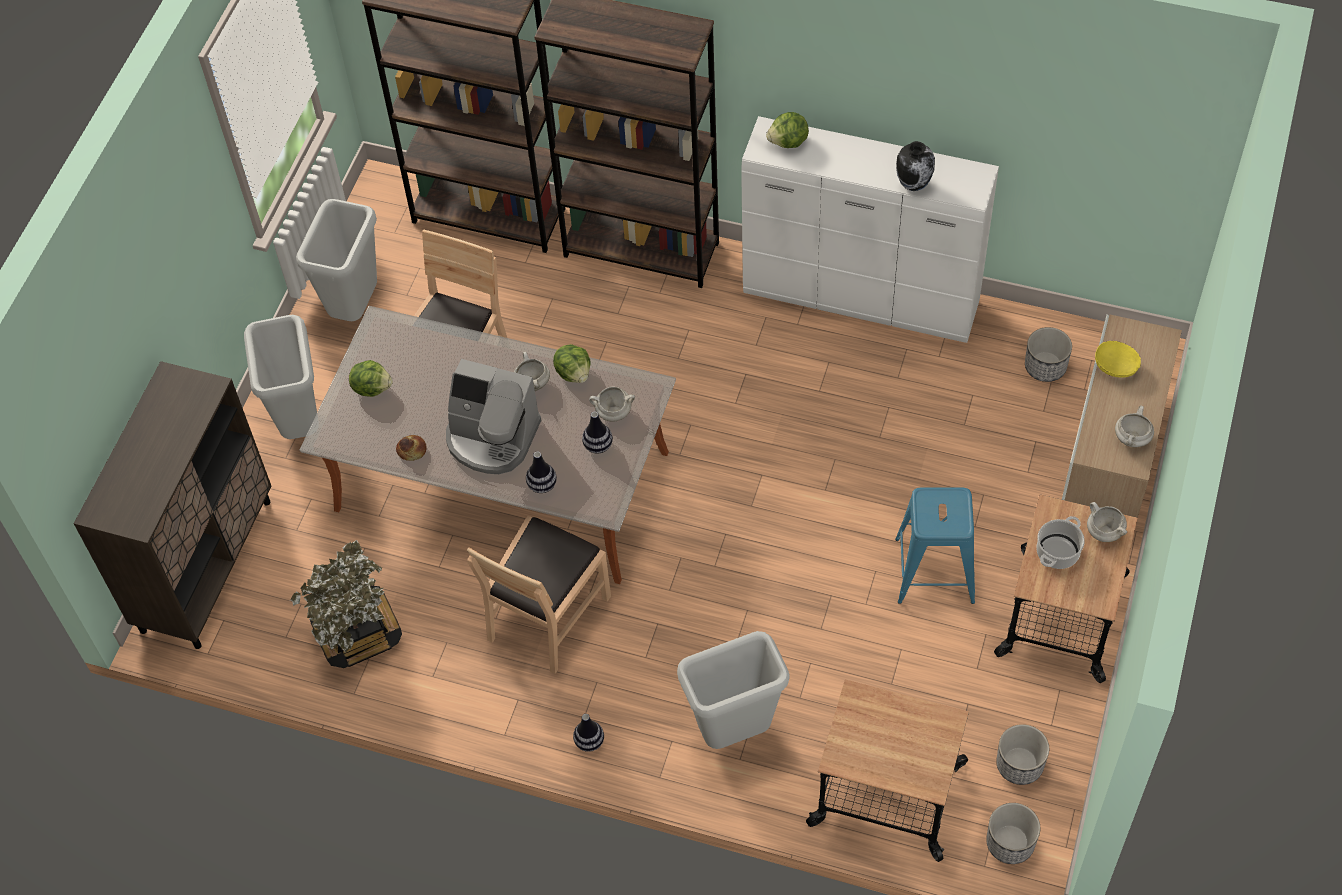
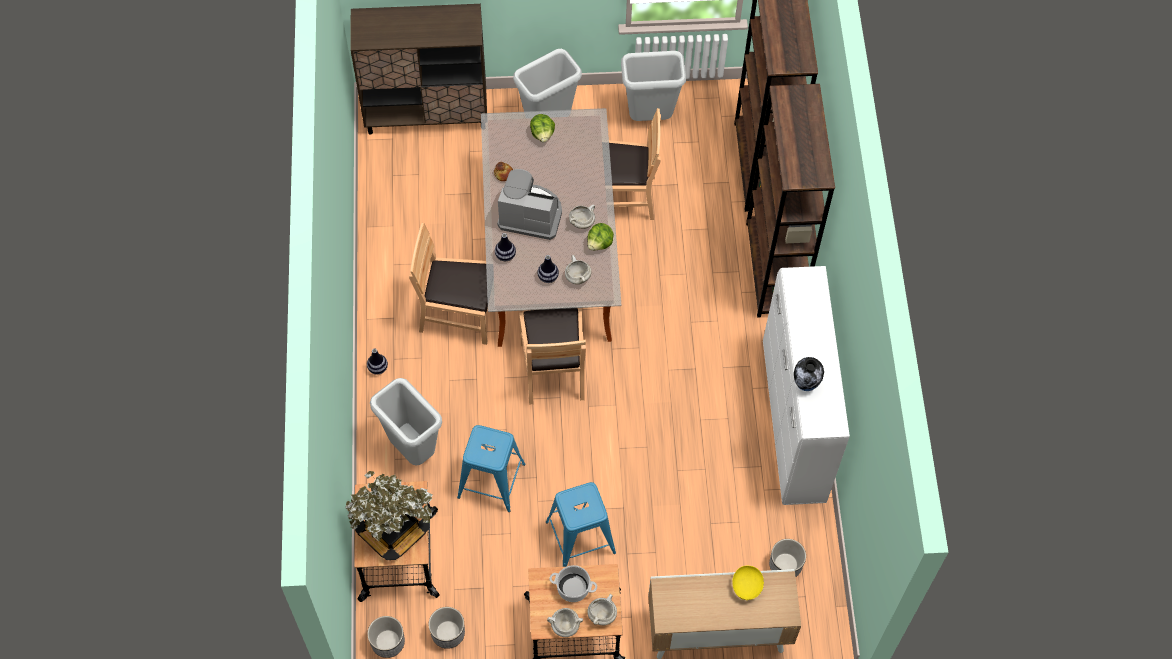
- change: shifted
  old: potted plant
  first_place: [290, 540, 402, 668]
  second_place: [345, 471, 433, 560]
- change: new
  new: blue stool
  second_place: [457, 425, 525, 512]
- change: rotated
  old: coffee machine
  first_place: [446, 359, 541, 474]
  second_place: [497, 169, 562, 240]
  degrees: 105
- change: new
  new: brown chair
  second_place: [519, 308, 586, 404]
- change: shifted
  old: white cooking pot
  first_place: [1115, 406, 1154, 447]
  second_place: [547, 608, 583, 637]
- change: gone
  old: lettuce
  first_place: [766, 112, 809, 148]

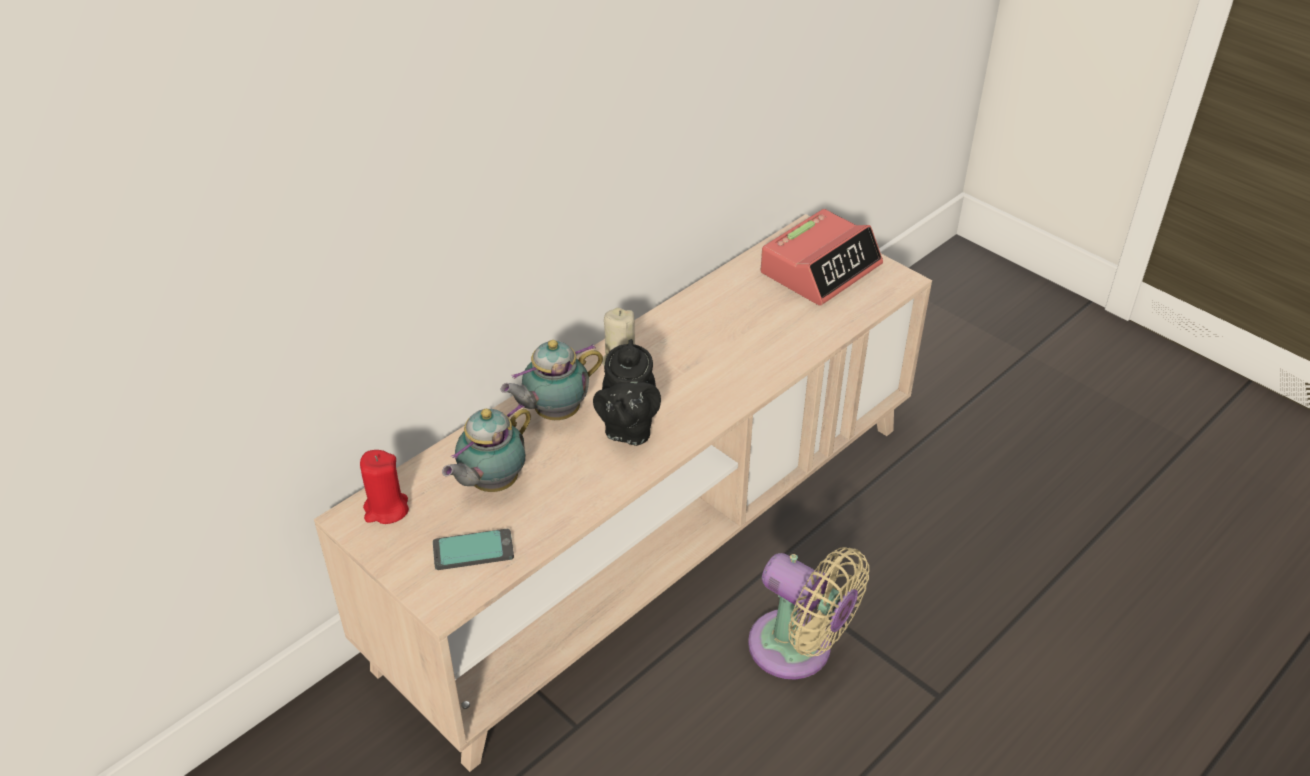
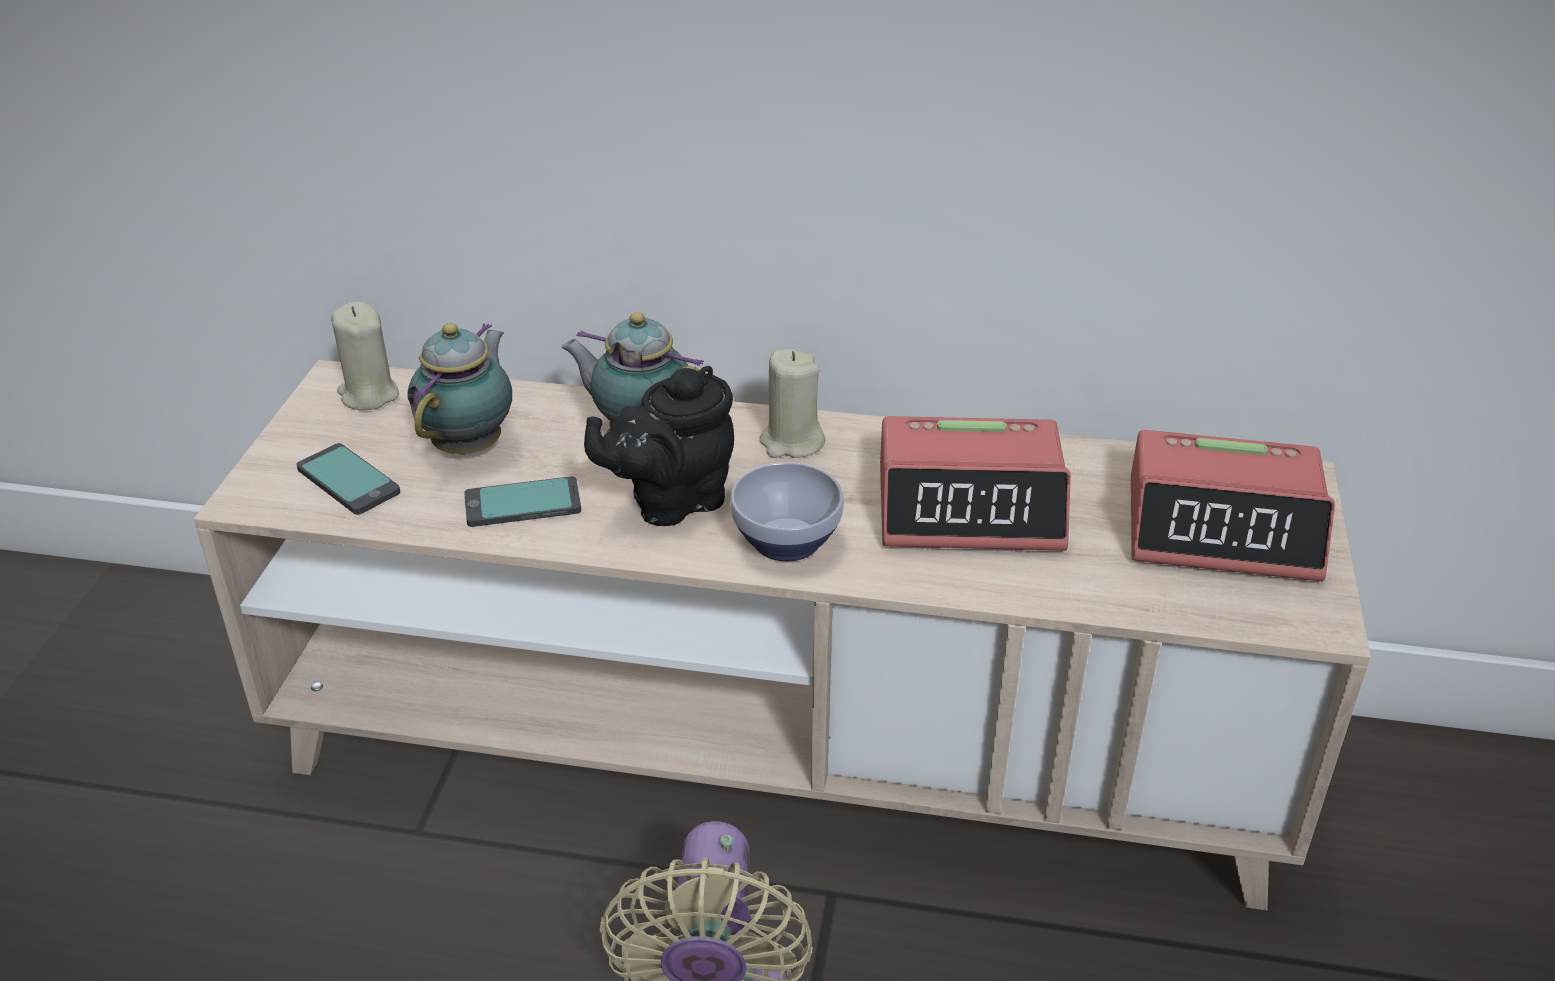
- change: repainted
  old: red candle
  new: beige candle
  first_place: [360, 450, 409, 524]
  second_place: [331, 302, 399, 410]
- change: rotated
  old: teapot
  first_place: [442, 404, 531, 492]
  second_place: [408, 323, 512, 455]
  degrees: 105
- change: new
  new: phone
  second_place: [464, 476, 581, 527]
- change: new
  new: bowl
  second_place: [730, 462, 844, 561]
- change: new
  new: alarm clock
  second_place: [880, 416, 1071, 551]

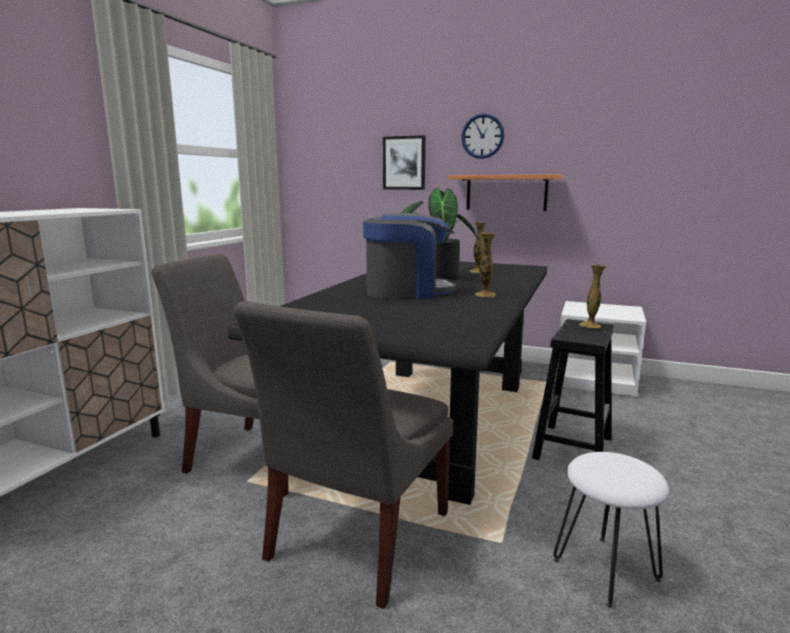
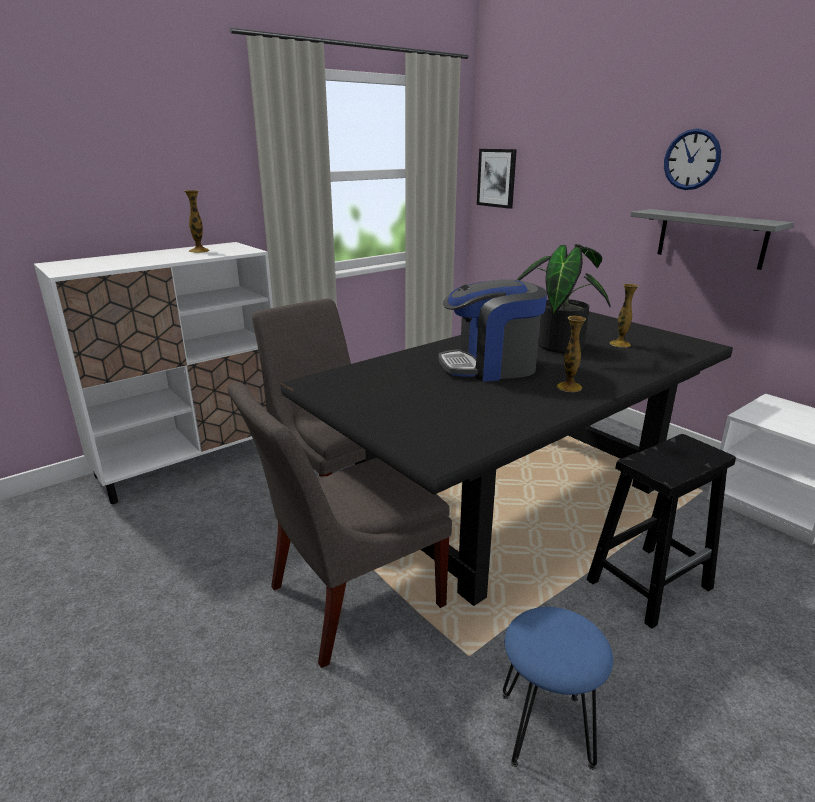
- change: shifted
  old: vase
  first_place: [579, 264, 606, 328]
  second_place: [185, 190, 210, 253]
- change: rotated
  old: coffee machine
  first_place: [363, 213, 456, 300]
  second_place: [439, 279, 547, 382]
  degrees: 150
- change: shifted
  old: picture
  first_place: [383, 135, 426, 190]
  second_place: [477, 149, 517, 209]
- change: repainted
  old: white stool
  new: blue stool
  first_place: [553, 452, 669, 608]
  second_place: [502, 607, 613, 770]
- change: repainted
  old: orange shelf
  new: grey shelf
  first_place: [448, 175, 563, 211]
  second_place: [631, 209, 793, 270]

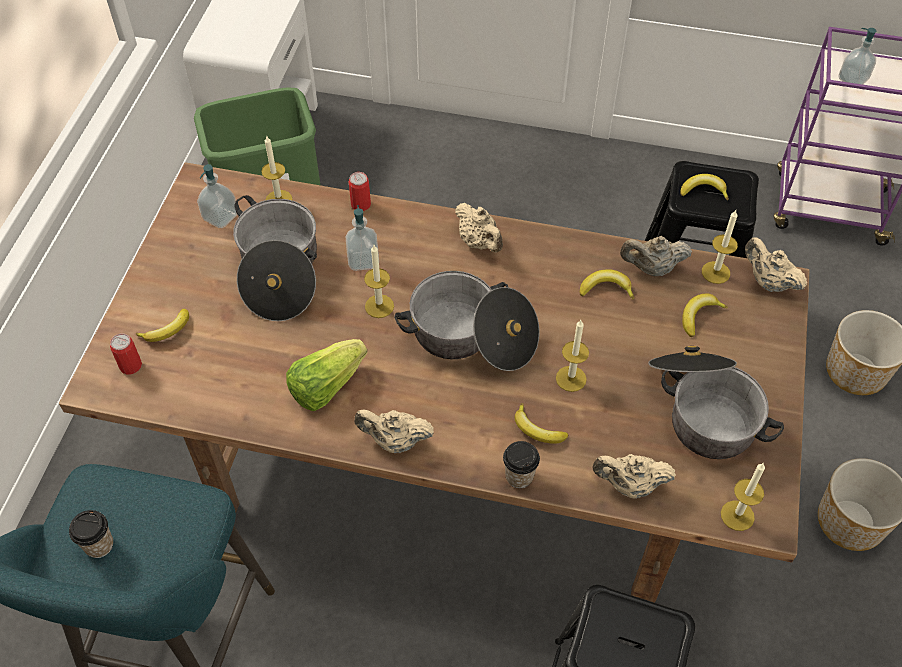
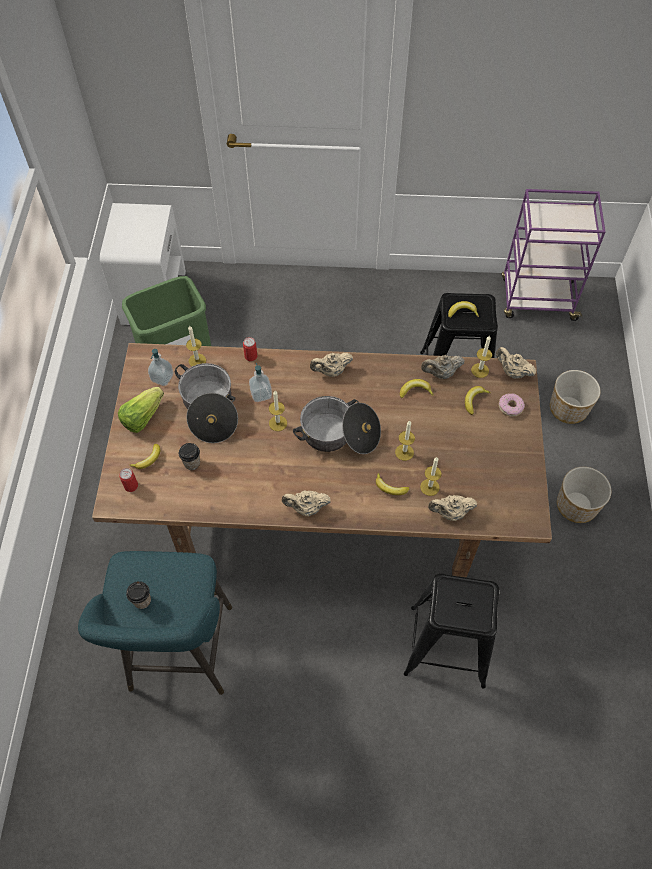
- change: shifted
  old: lettuce
  first_place: [286, 339, 368, 411]
  second_place: [118, 387, 164, 433]
- change: shifted
  old: cup
  first_place: [503, 441, 540, 488]
  second_place: [179, 443, 200, 470]
- change: rotated
  old: beige teapot
  first_place: [455, 203, 503, 252]
  second_place: [310, 353, 353, 377]
  degrees: 120
- change: shifted
  old: candle
  first_place: [721, 463, 765, 531]
  second_place: [420, 457, 441, 496]
- change: new
  new: donut
  second_place: [499, 394, 525, 417]
- change: gone
  old: cooking pot
  first_place: [648, 346, 784, 459]
- change: gone
  old: soap dispenser
  first_place: [838, 28, 876, 85]

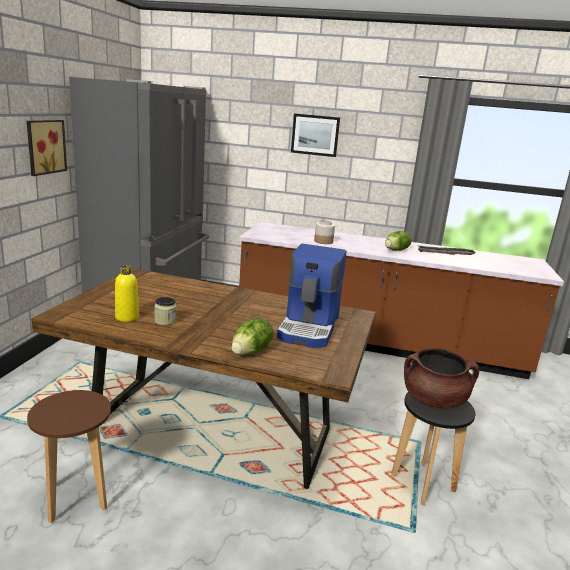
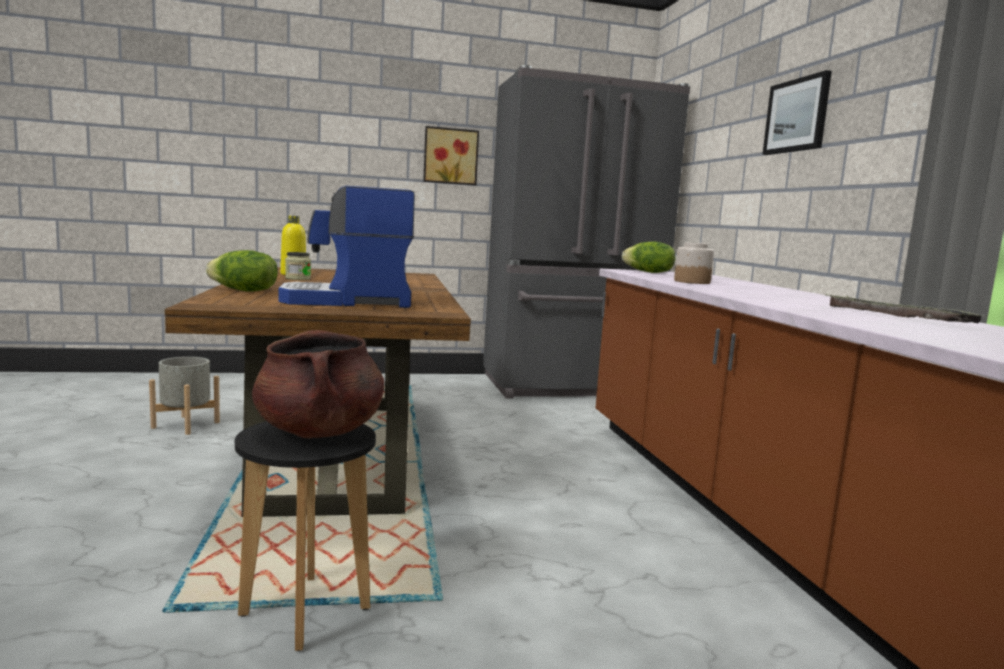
- change: swapped
  old: brown stool
  new: grey planter
  first_place: [27, 390, 111, 523]
  second_place: [149, 357, 220, 435]
- change: shifted
  old: lettuce
  first_place: [385, 231, 412, 251]
  second_place: [622, 242, 675, 273]

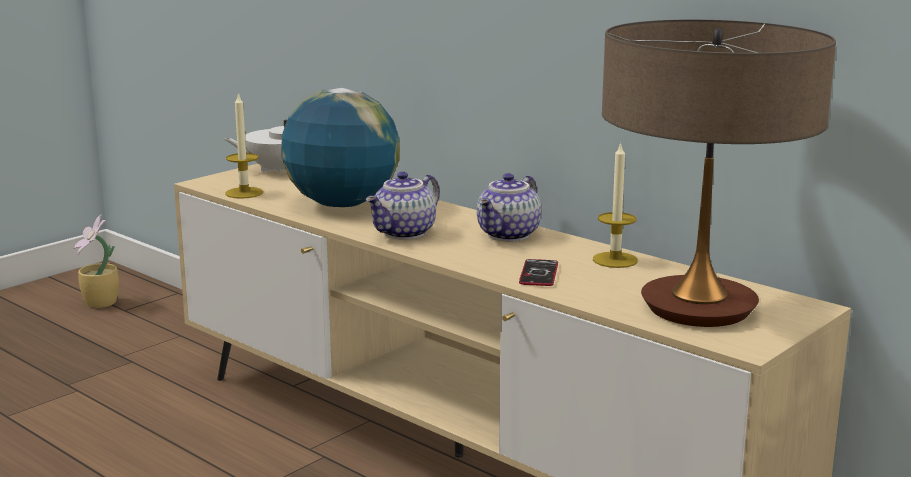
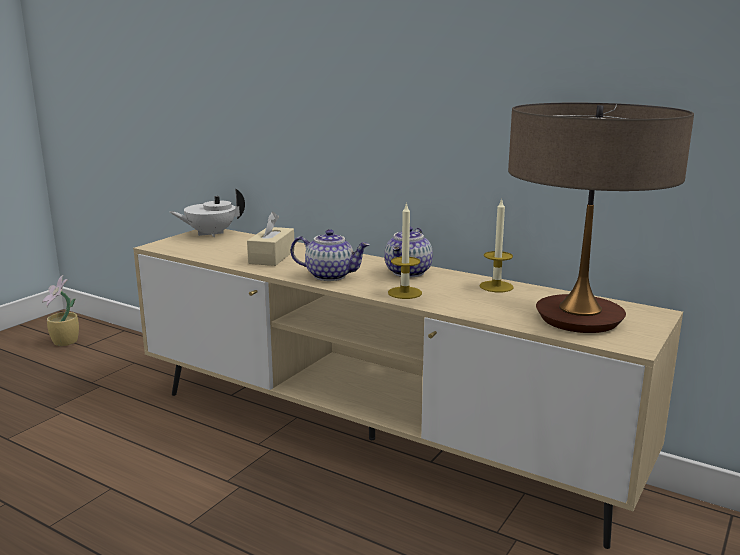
- change: swapped
  old: globe
  new: beige tissue box
  first_place: [282, 88, 400, 207]
  second_place: [247, 212, 295, 266]
- change: rotated
  old: teapot
  first_place: [366, 172, 440, 240]
  second_place: [291, 229, 370, 281]
  degrees: -105
- change: shifted
  old: candle
  first_place: [225, 92, 263, 199]
  second_place: [388, 202, 422, 299]
- change: gone
  old: phone
  first_place: [519, 259, 558, 286]

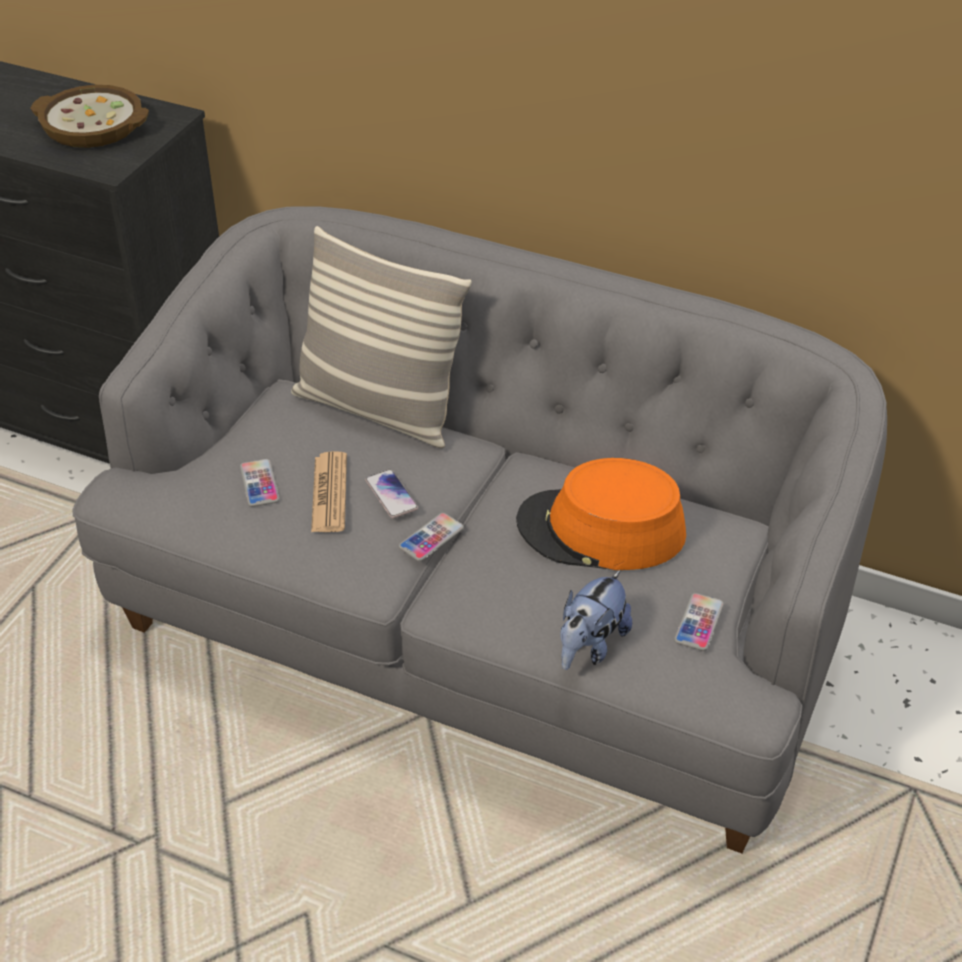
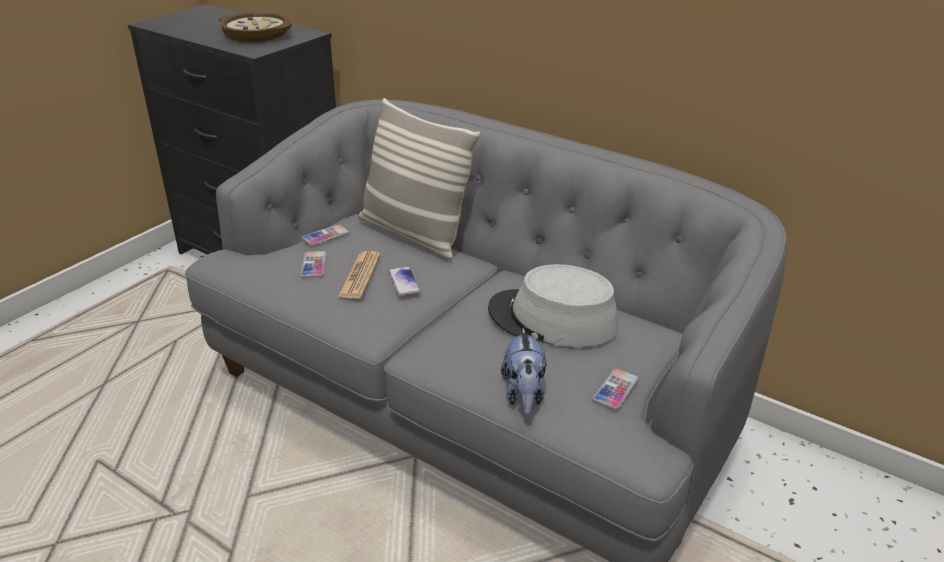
- change: shifted
  old: phone
  first_place: [399, 513, 464, 561]
  second_place: [302, 224, 349, 246]
- change: repainted
  old: orange hat
  new: grey hat
  first_place: [516, 458, 686, 570]
  second_place: [488, 264, 618, 347]
- change: rotated
  old: plush toy
  first_place: [560, 570, 632, 670]
  second_place: [501, 328, 546, 414]
  degrees: -45

